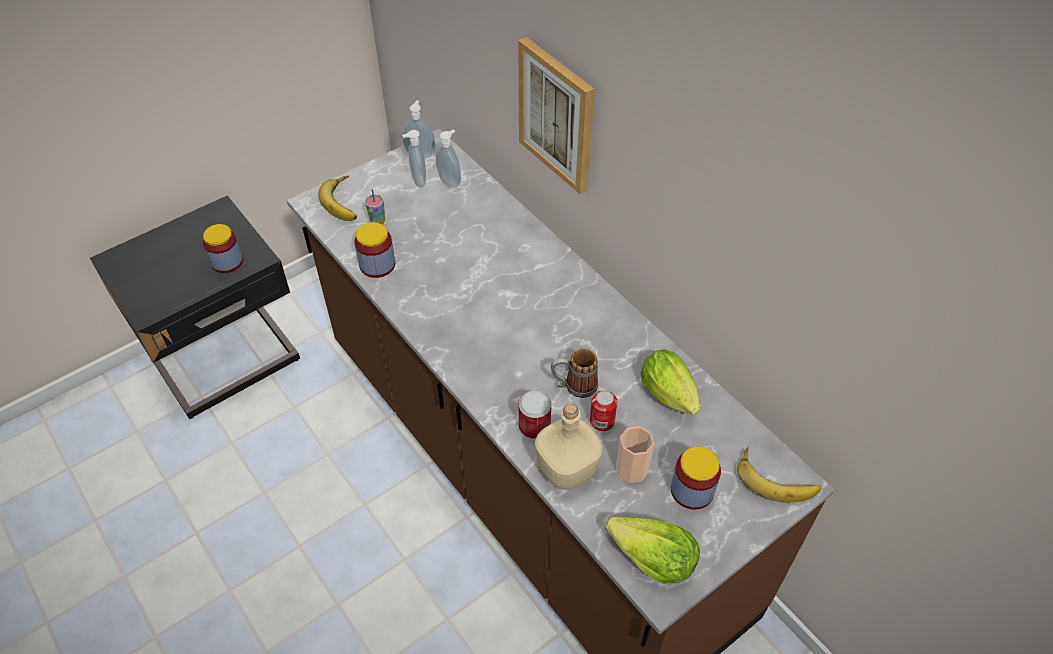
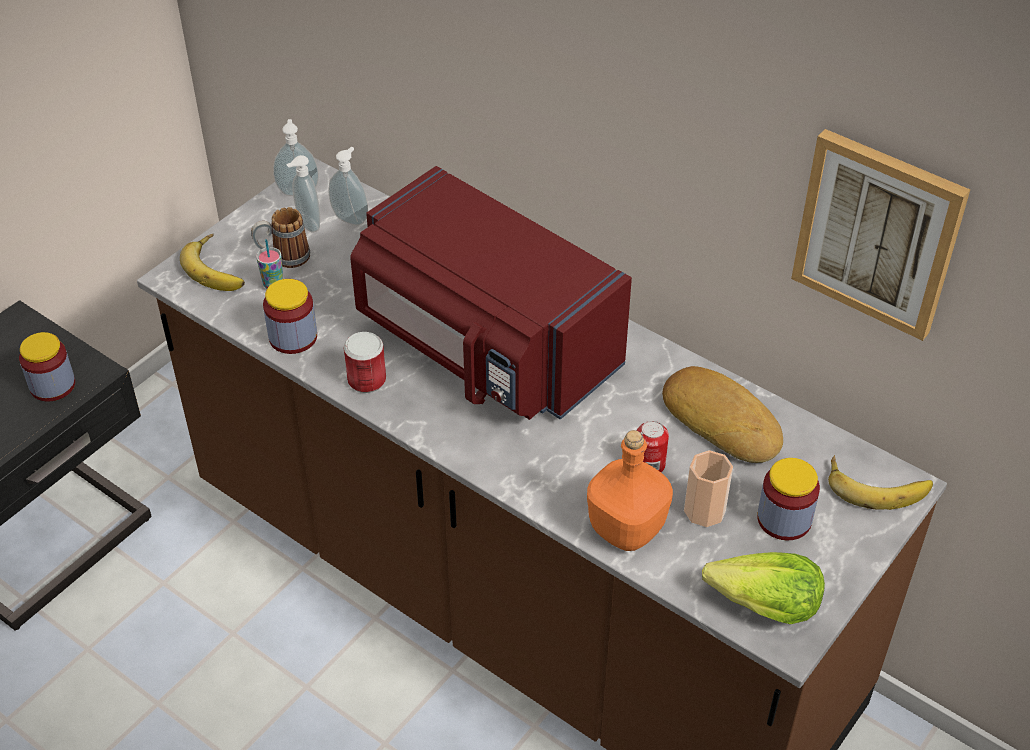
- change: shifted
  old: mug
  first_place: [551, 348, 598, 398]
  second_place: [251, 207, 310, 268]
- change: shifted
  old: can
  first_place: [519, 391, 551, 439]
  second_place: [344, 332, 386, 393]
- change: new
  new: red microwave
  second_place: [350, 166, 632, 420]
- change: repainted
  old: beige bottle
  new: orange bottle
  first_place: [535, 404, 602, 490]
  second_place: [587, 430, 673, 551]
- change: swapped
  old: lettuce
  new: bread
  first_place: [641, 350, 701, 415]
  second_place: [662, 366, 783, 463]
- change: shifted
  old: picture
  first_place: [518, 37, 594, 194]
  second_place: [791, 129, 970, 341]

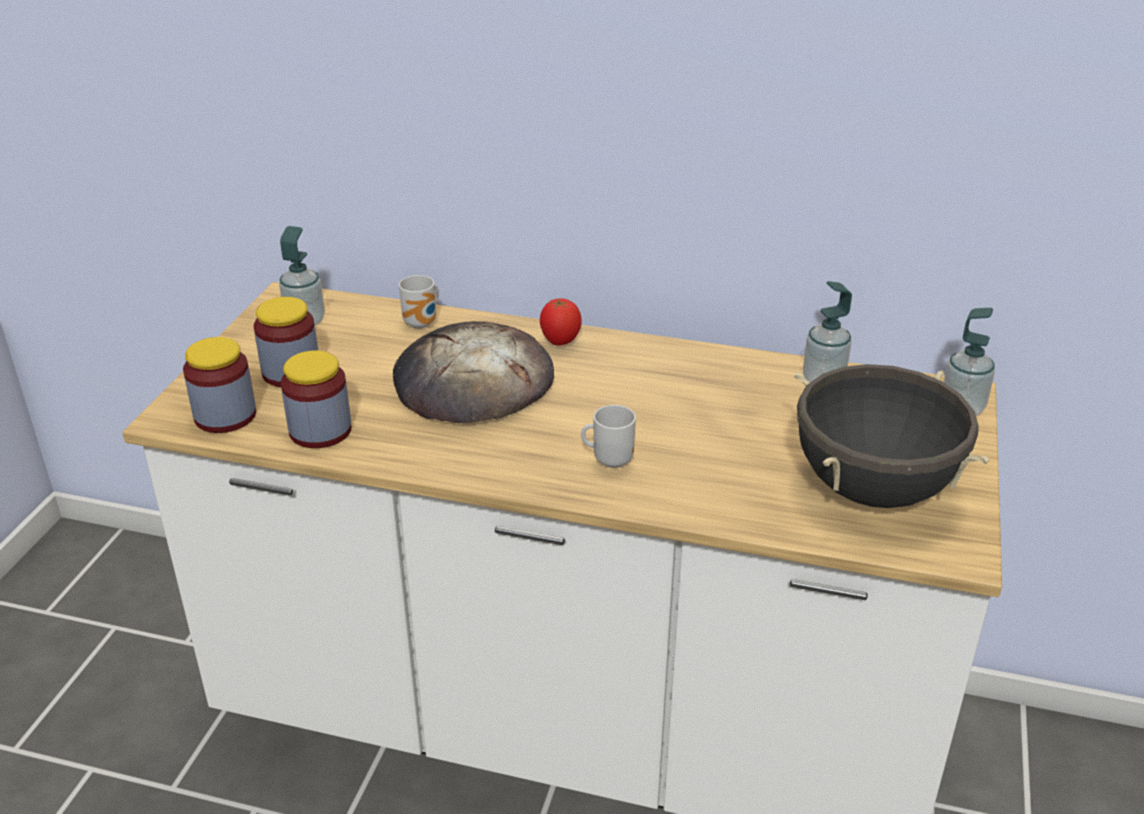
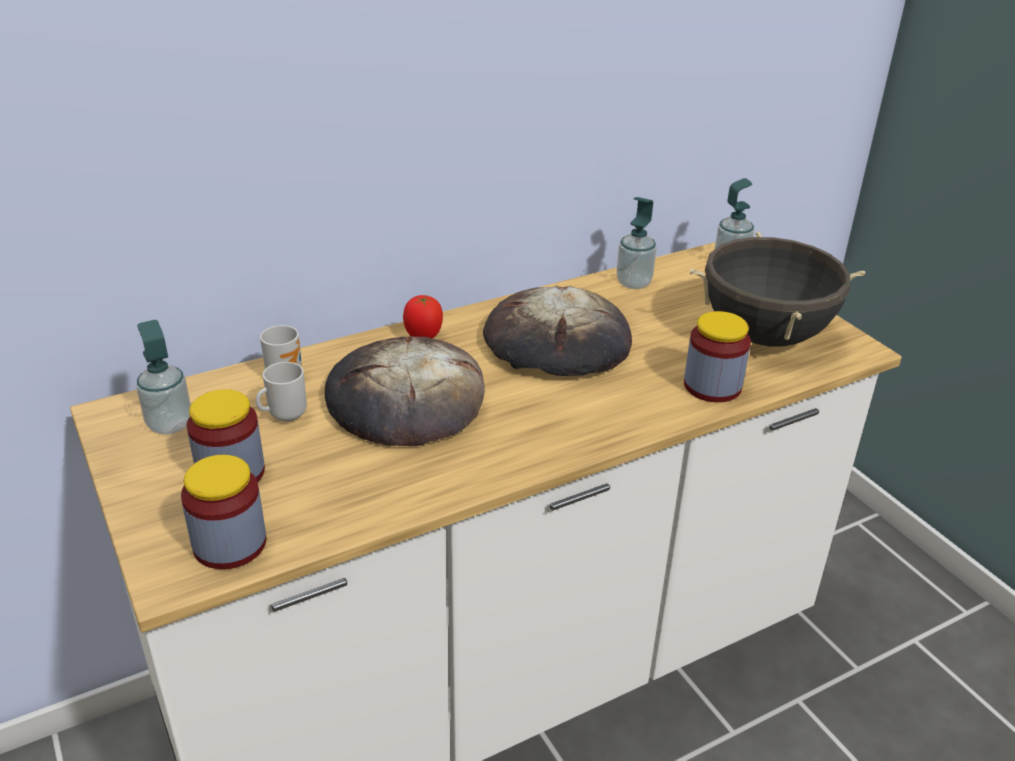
- change: shifted
  old: mug
  first_place: [581, 405, 636, 468]
  second_place: [256, 362, 307, 422]
- change: new
  new: bread
  second_place: [483, 285, 632, 376]
- change: shifted
  old: jar
  first_place: [281, 350, 352, 448]
  second_place: [684, 311, 751, 402]

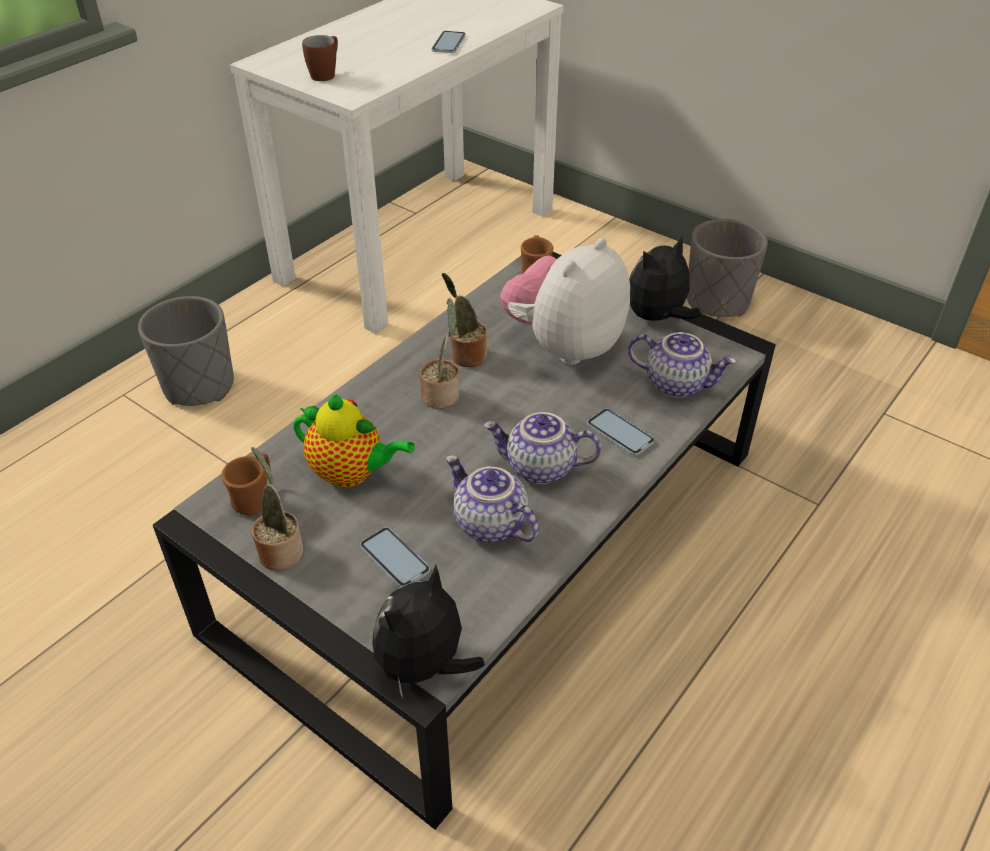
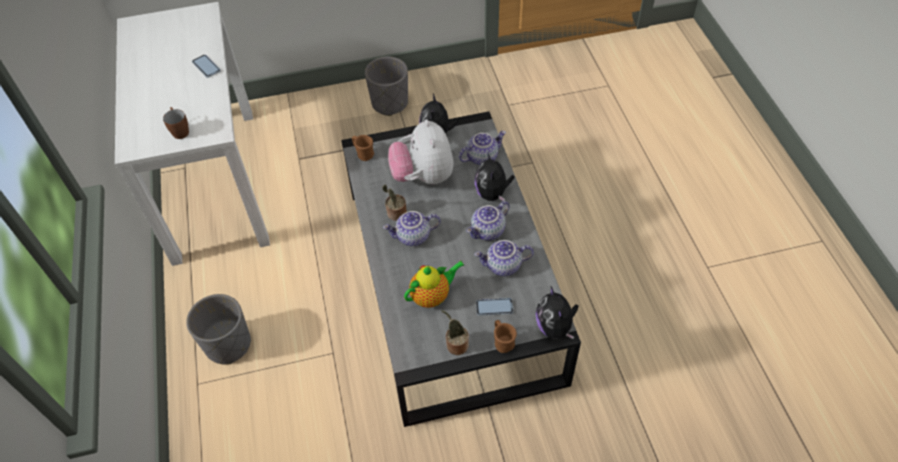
- change: swapped
  old: potted plant
  new: teapot
  first_place: [420, 298, 459, 409]
  second_place: [383, 211, 441, 246]
- change: swapped
  old: phone
  new: plush toy
  first_place: [587, 408, 655, 456]
  second_place: [475, 152, 515, 201]
- change: shifted
  old: brown mug
  first_place: [221, 452, 271, 516]
  second_place: [494, 320, 517, 353]

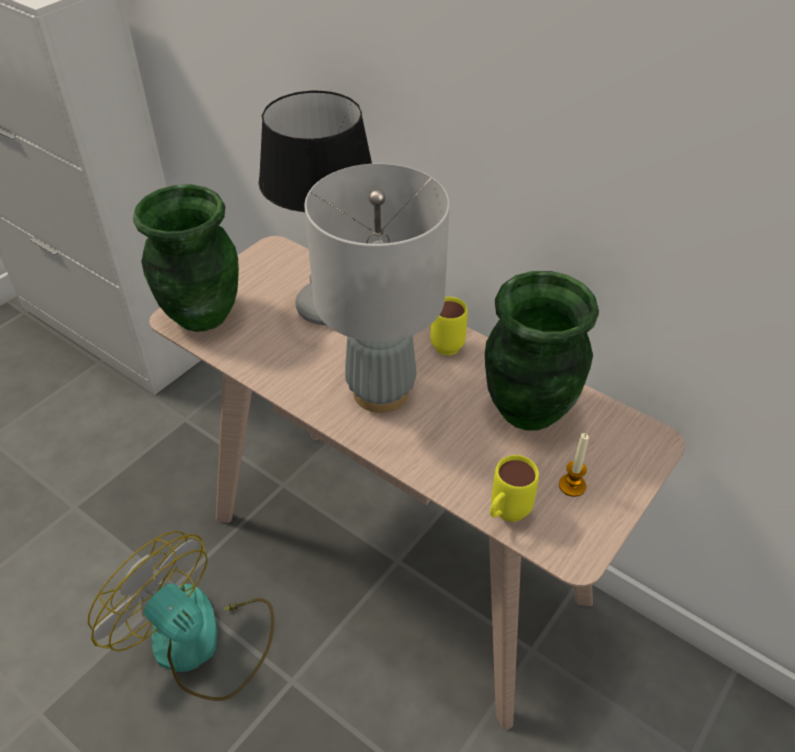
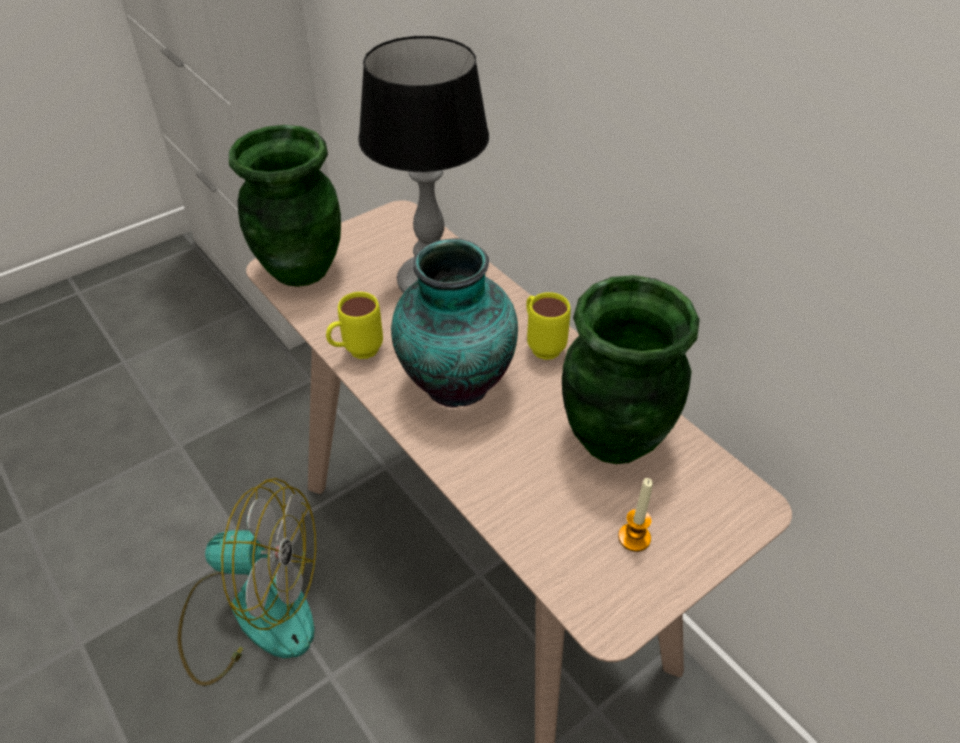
- change: rotated
  old: fan
  first_place: [88, 531, 274, 701]
  second_place: [178, 478, 316, 686]
  degrees: 135
- change: shifted
  old: yellow mug
  first_place: [490, 455, 539, 522]
  second_place: [326, 292, 383, 359]
- change: swapped
  old: grey table lamp
  new: vase
  first_place: [304, 164, 450, 413]
  second_place: [391, 238, 518, 408]

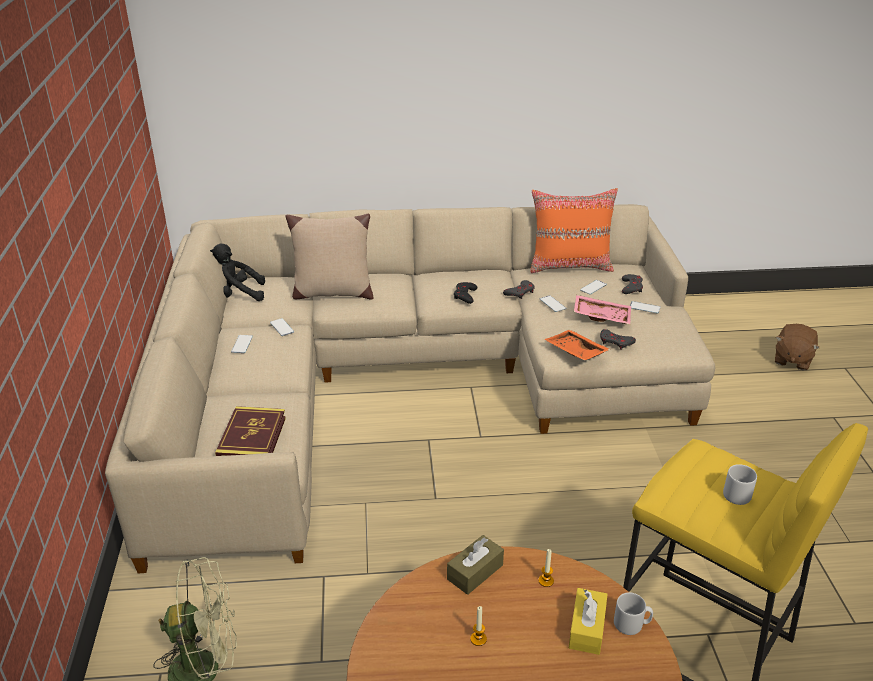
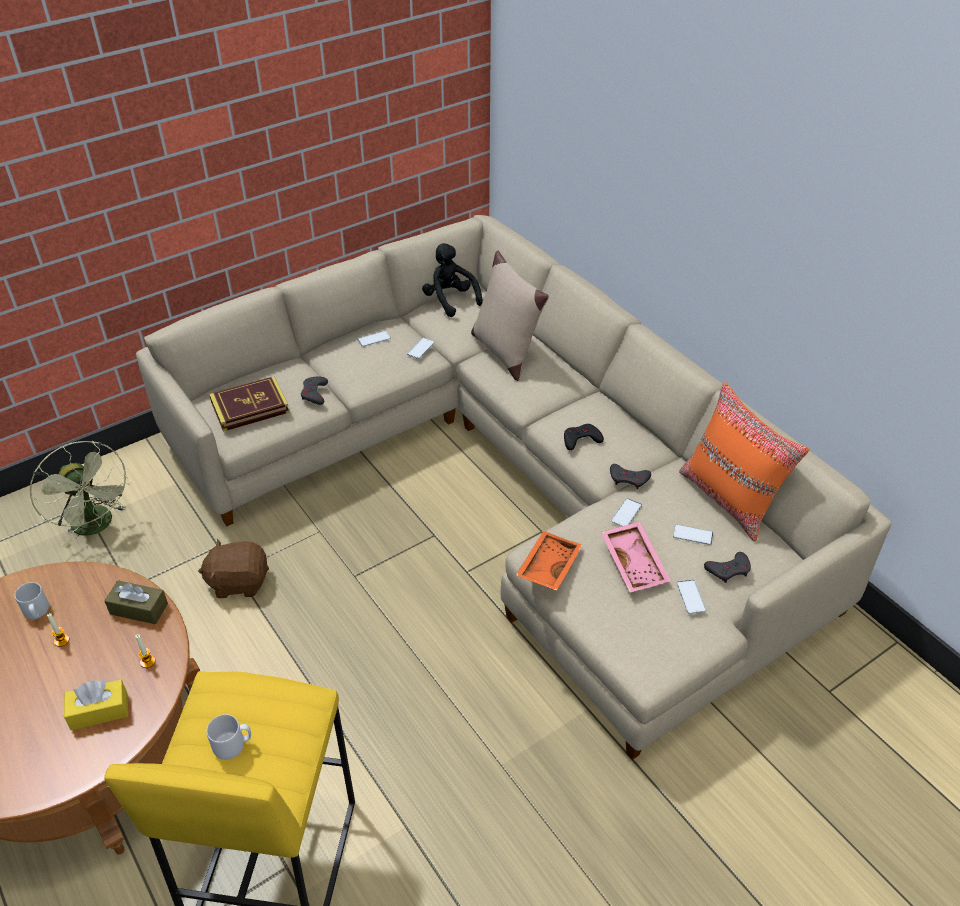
- change: shifted
  old: grey mug
  first_place: [614, 592, 653, 635]
  second_place: [15, 582, 49, 619]
- change: shifted
  old: brown plush toy
  first_place: [775, 324, 819, 370]
  second_place: [198, 539, 269, 598]
- change: shifted
  old: grey game controller
  first_place: [600, 329, 636, 350]
  second_place: [301, 376, 328, 405]

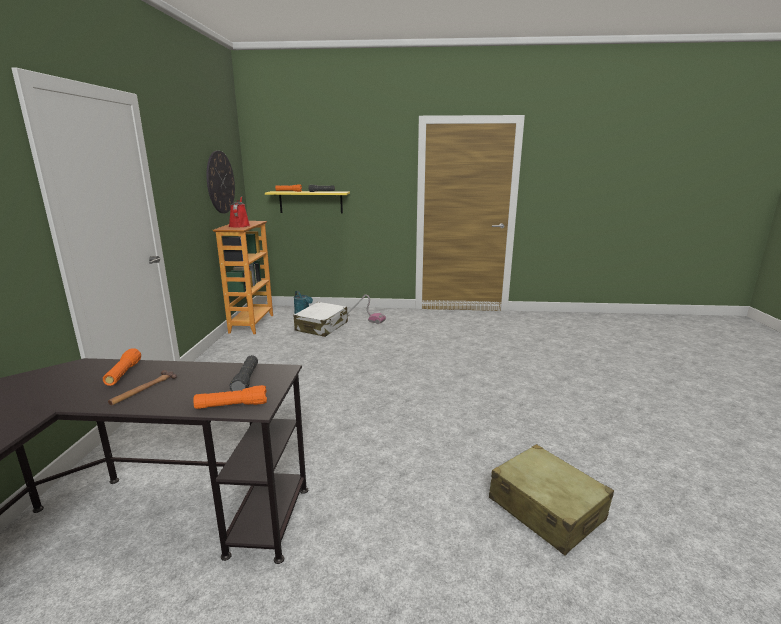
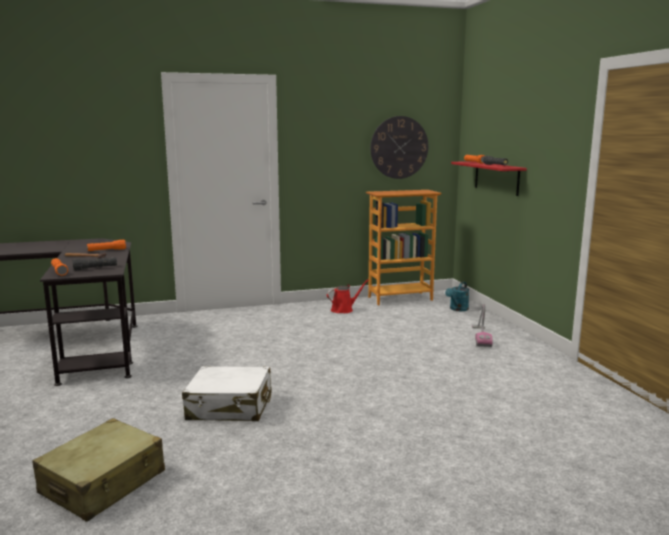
- change: shifted
  old: white suitcase
  first_place: [294, 302, 348, 337]
  second_place: [182, 366, 272, 421]
- change: shifted
  old: red watering can
  first_place: [229, 196, 250, 227]
  second_place: [327, 279, 369, 313]
- change: repainted
  old: yellow shelf
  new: red shelf
  first_place: [265, 191, 350, 214]
  second_place: [451, 161, 527, 196]

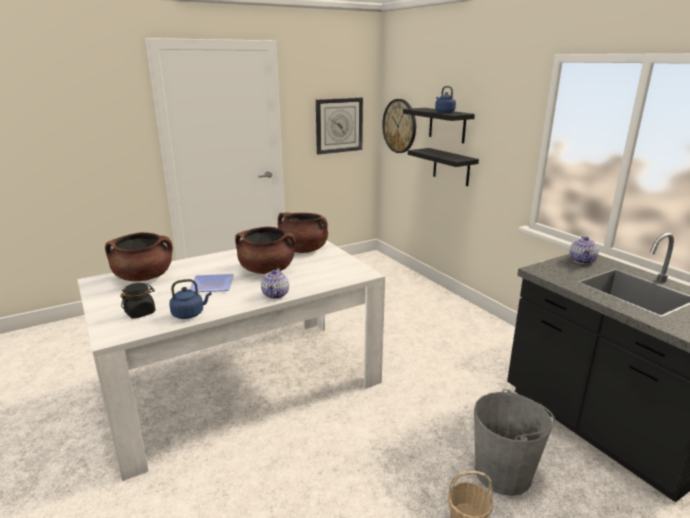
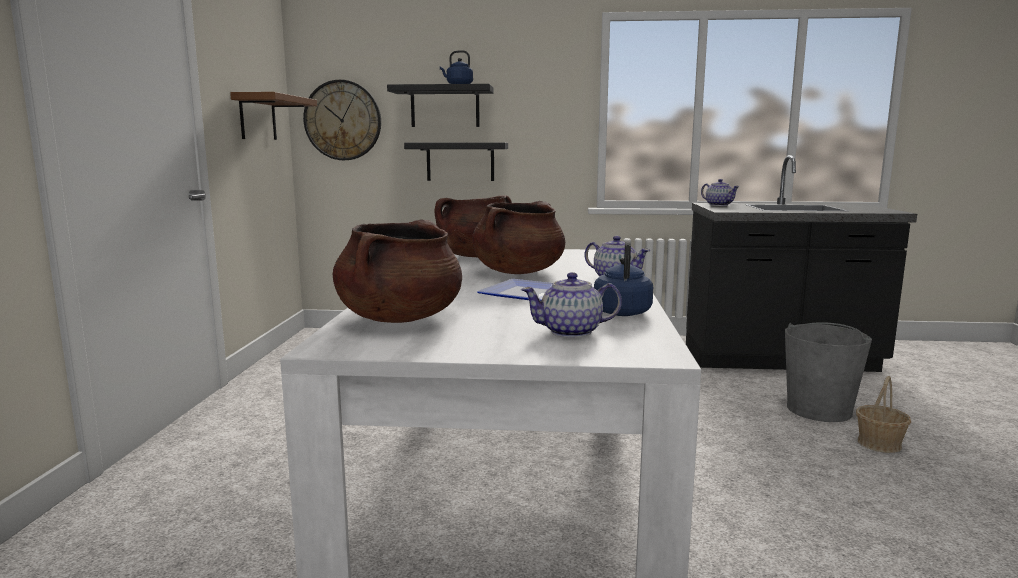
- change: swapped
  old: wall clock
  new: brown shelf
  first_place: [316, 98, 363, 155]
  second_place: [230, 92, 317, 140]
- change: swapped
  old: black jar
  new: teapot
  first_place: [120, 283, 155, 319]
  second_place: [520, 272, 622, 338]

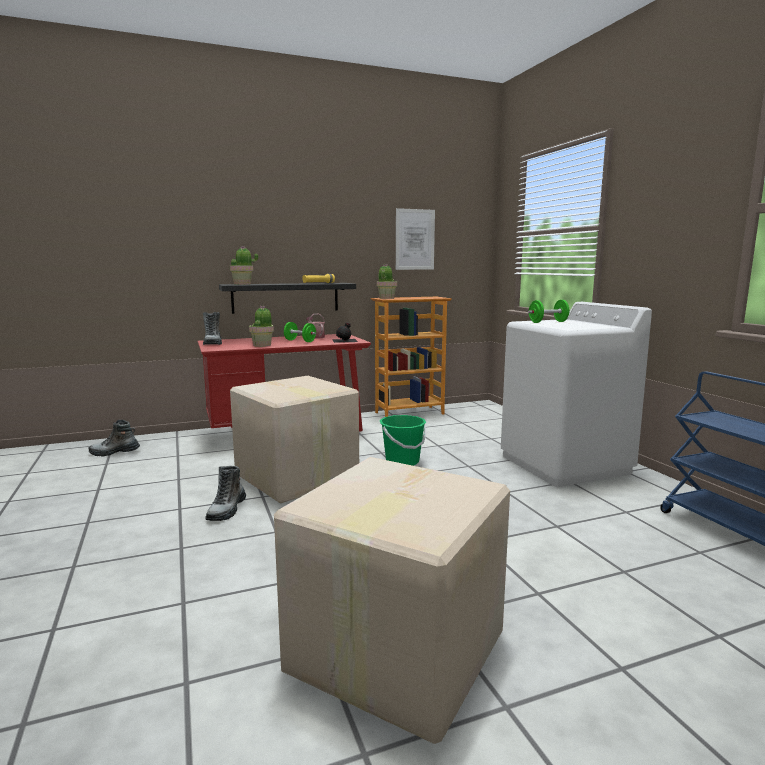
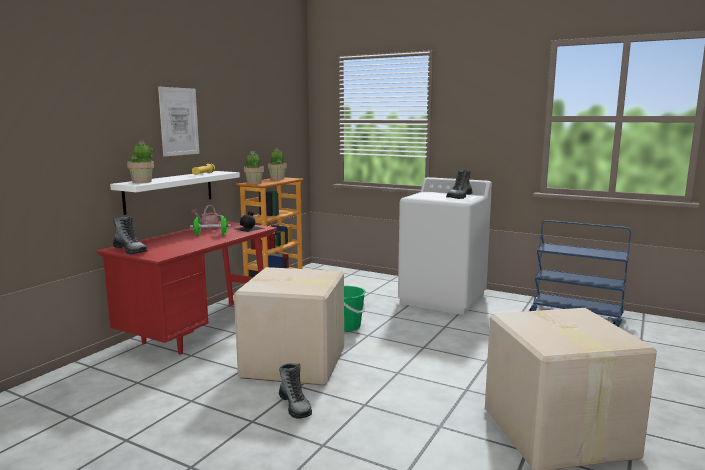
- change: repainted
  old: black shelf
  new: white shelf
  first_place: [219, 283, 356, 314]
  second_place: [110, 171, 240, 215]
- change: shifted
  old: picture
  first_place: [396, 208, 435, 270]
  second_place: [158, 87, 199, 157]
- change: shifted
  old: potted plant
  first_place: [249, 305, 274, 347]
  second_place: [268, 148, 286, 180]
- change: shifted
  old: boot
  first_place: [88, 420, 140, 457]
  second_place: [446, 169, 473, 199]
- change: gone
  old: green dumbbell
  first_place: [528, 300, 570, 323]

